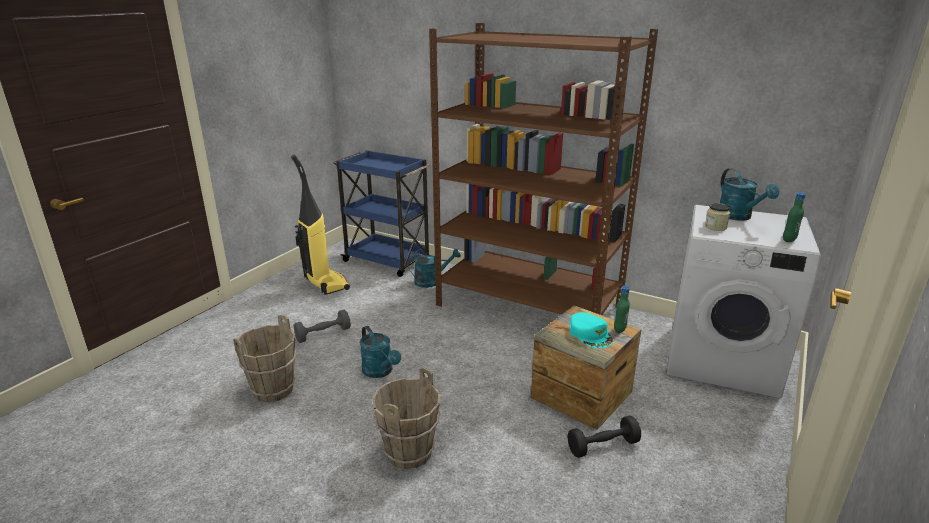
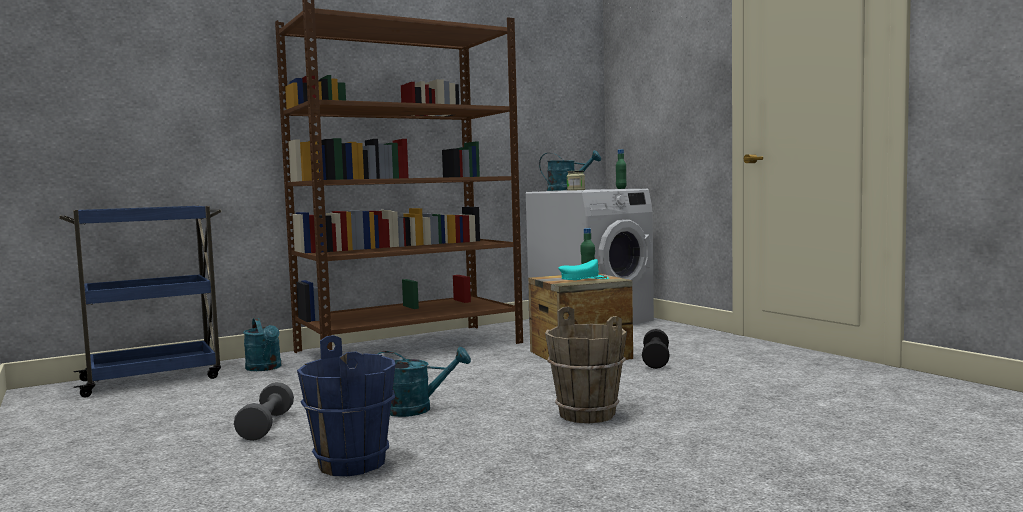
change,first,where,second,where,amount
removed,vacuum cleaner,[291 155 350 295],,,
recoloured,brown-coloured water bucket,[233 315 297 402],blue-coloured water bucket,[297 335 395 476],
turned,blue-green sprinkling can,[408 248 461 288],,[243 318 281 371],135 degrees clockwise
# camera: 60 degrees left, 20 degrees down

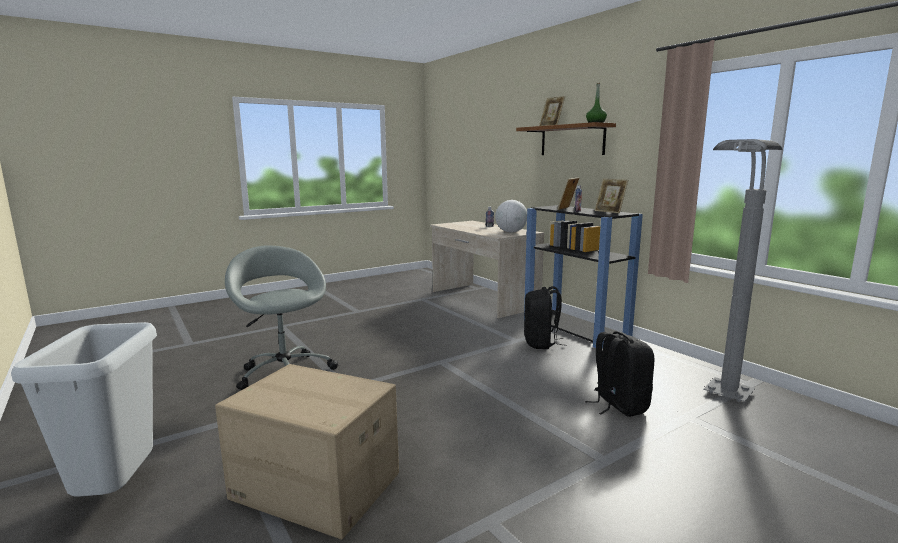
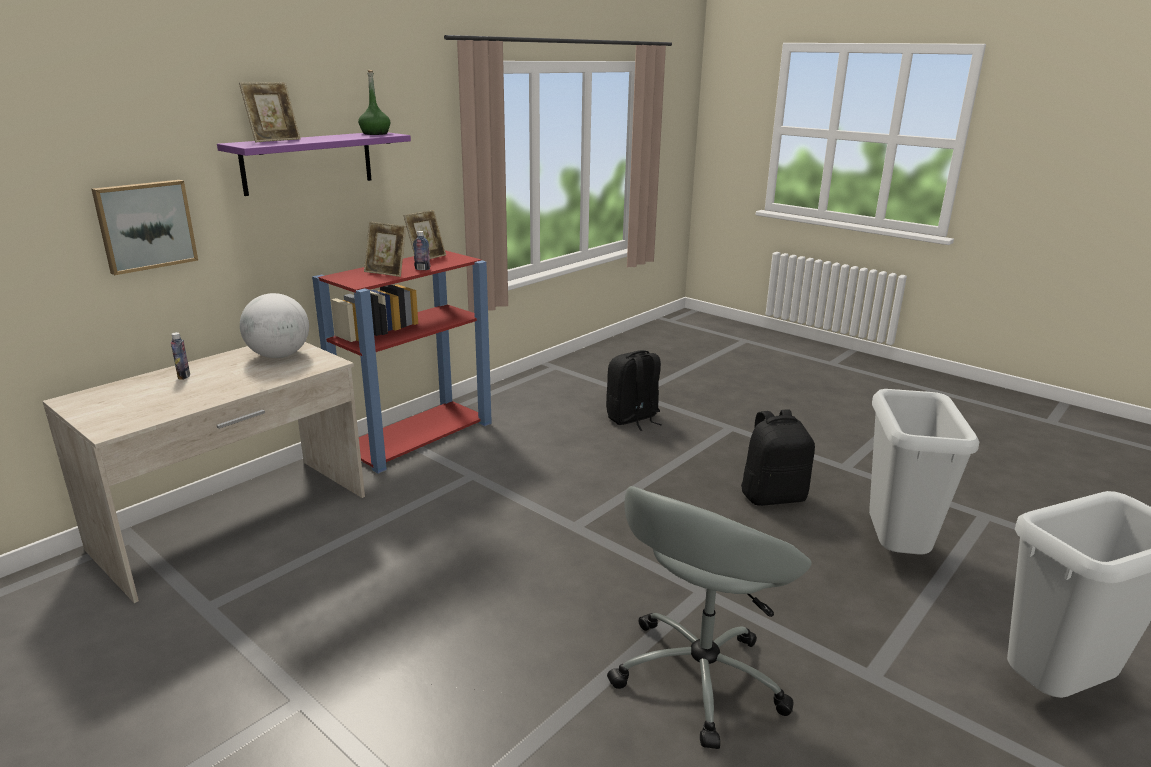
change,first,where,second,where,amount
removed,grey floor lamp,[703 139 783 402],,,
added,,,wall picture,[92 180 198 275],
moved,blackish backpack,[524 286 566 349],,[741 409 815 506],
replaced,cardboard box,[215 364 399 539],grey waste bin,[869 389 979 554],
recoloured,brown-coloured bracket shelf,[516 122 616 155],purplish bracket shelf,[217 132 411 196],
recoloured,blackish bookshelf,[524 205 643 349],red bookshelf,[312 250 492 474],
# camera: 105 degrees left, 10 degrees up

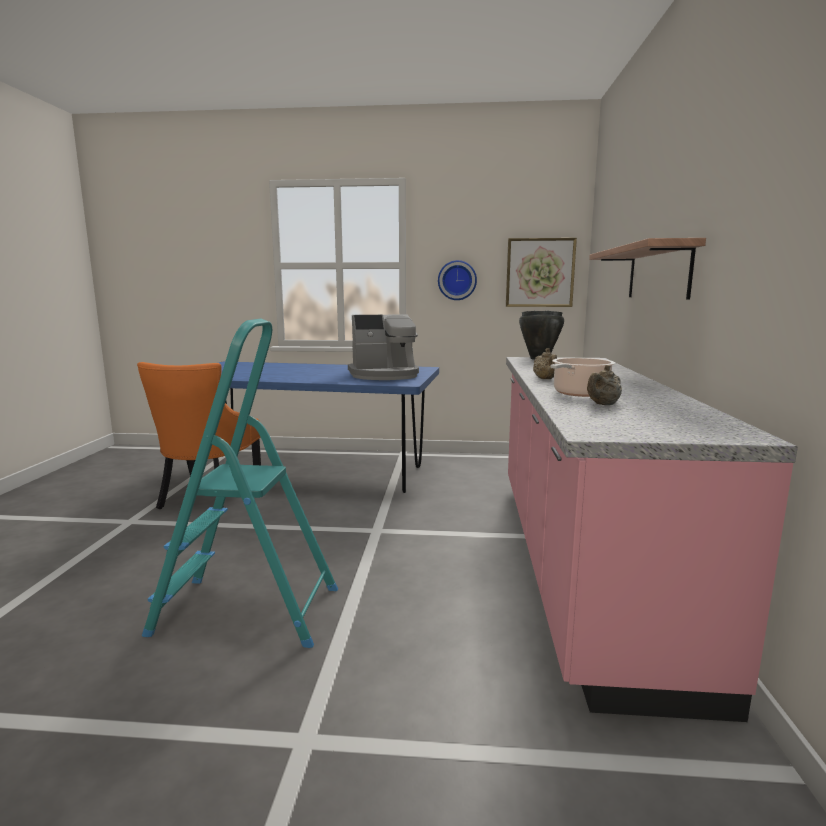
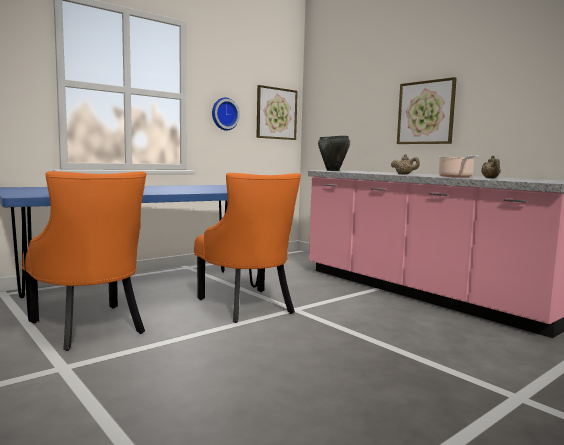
change,first,where,second,where,amount
removed,blue-green stepladder,[142 319 338 648],,,
removed,coffee brewer,[348 314 419 380],,,
added,,,orangey plain chair,[194 173 301 323],
replaced,bracket shelf,[589 238 706 300],wall picture,[397 77 457 144],
# camera: 45 degrees left, 5 degrees down

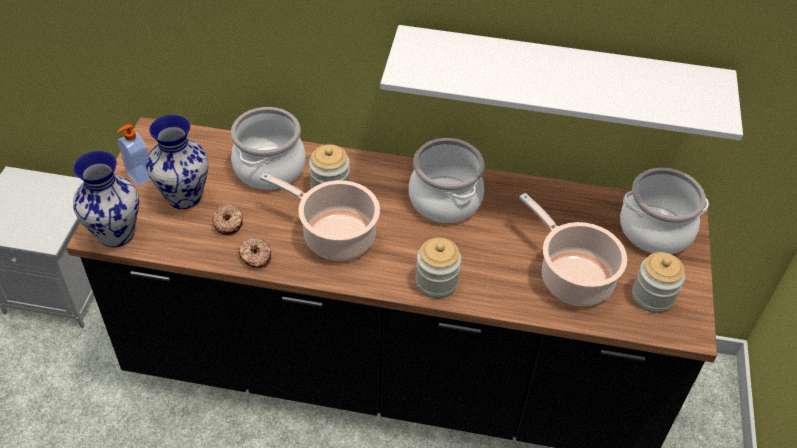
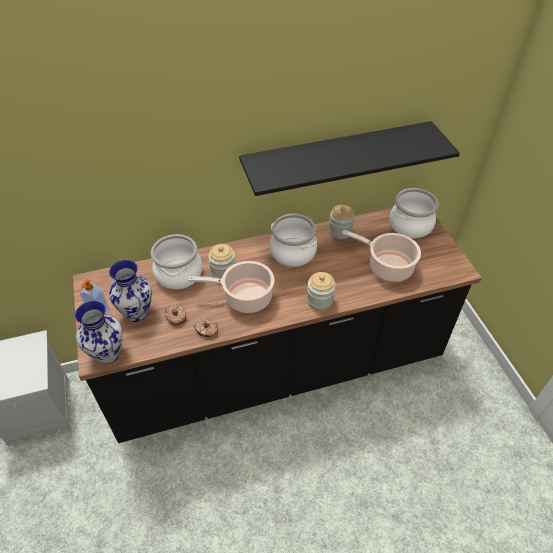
change,first,where,second,where,amount
moved,preserve jar,[632 252 685 313],,[329 205 355 239],
recoloured,white bracket shelf,[380 25 743 141],blackish bracket shelf,[239 121 460 196],
# camera: 25 degrees left, 0 degrees up

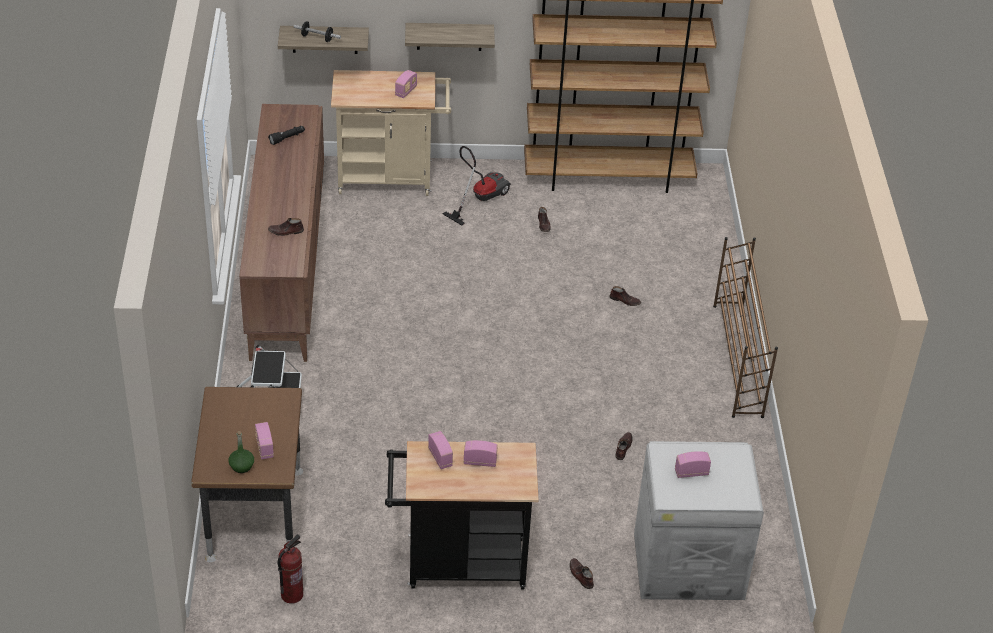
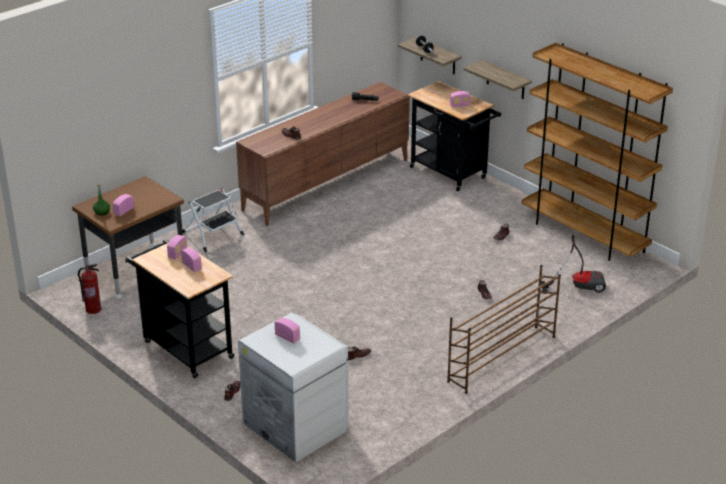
change,first,where,second,where,amount
moved,vacuum cleaner,[443 146 511 226],,[541 235 606 294],
recoloured,sand-coloured wheeled cart,[331 70 451 196],blackish wheeled cart,[408 81 501 191],
# camera: 50 degrees right, 10 degrees down

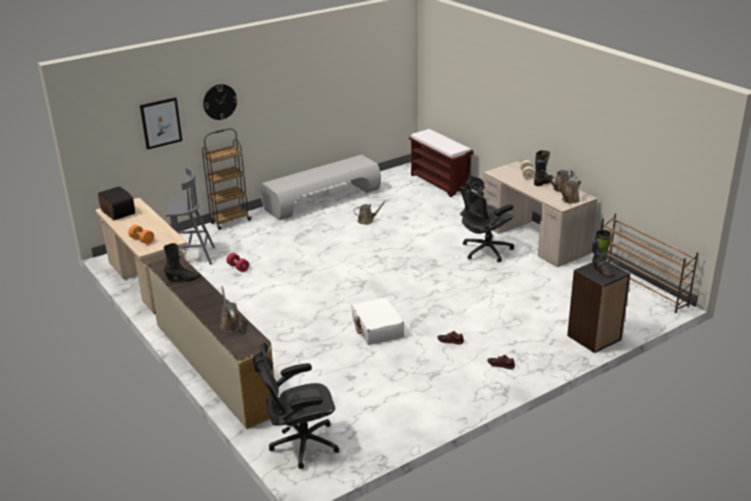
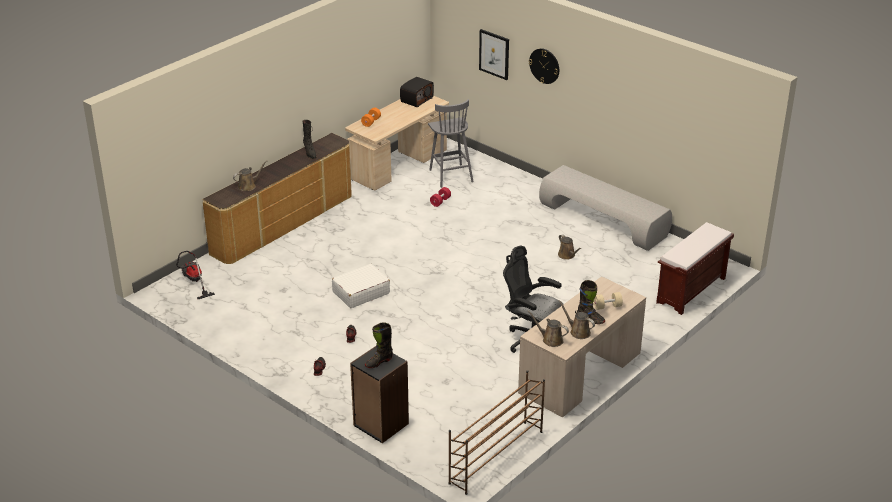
change,first,where,second,where,amount
removed,brown-coloured wheeled cart,[202 128 253 230],,,
replaced,computer chair,[253 343 339 469],vacuum cleaner,[176 251 215 299],
# camera: 75 degrees right, 5 degrees up

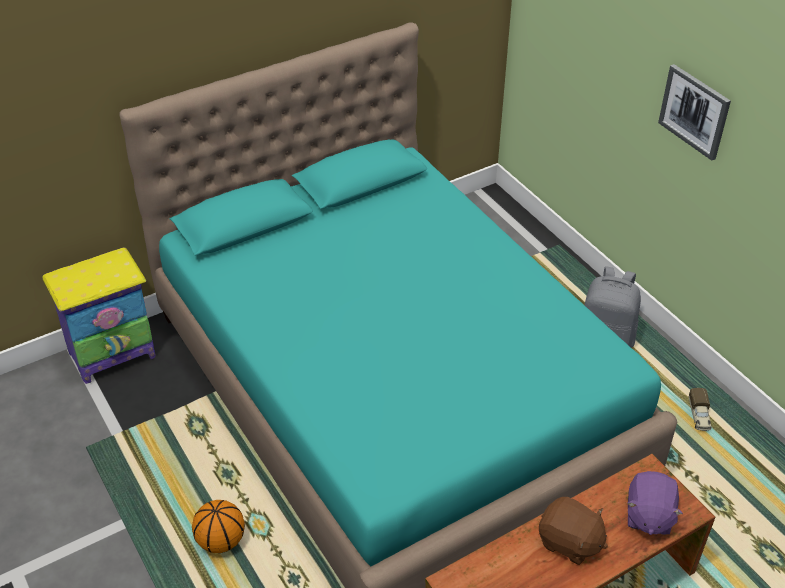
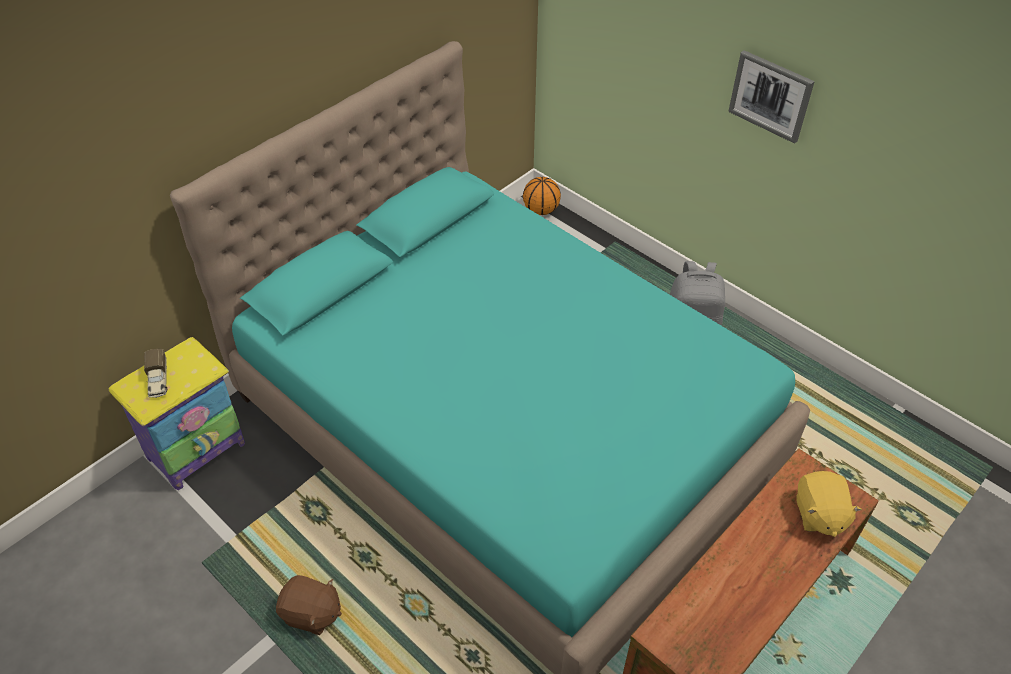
change,first,where,second,where,amount
moved,basketball,[192 500 245 553],,[523 177 561 215],
moved,brown-coloured soft toy,[539 497 608 565],,[276 575 342 635],
moved,model truck,[689 388 711 431],,[144 349 167 398],
recoloured,purplish soft toy,[627 471 683 535],yellow-coloured soft toy,[796 471 862 537],
# camera: 15 degrees left, 5 degrees up

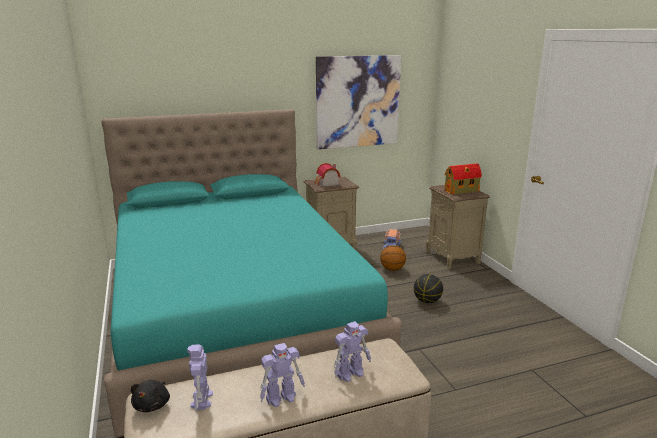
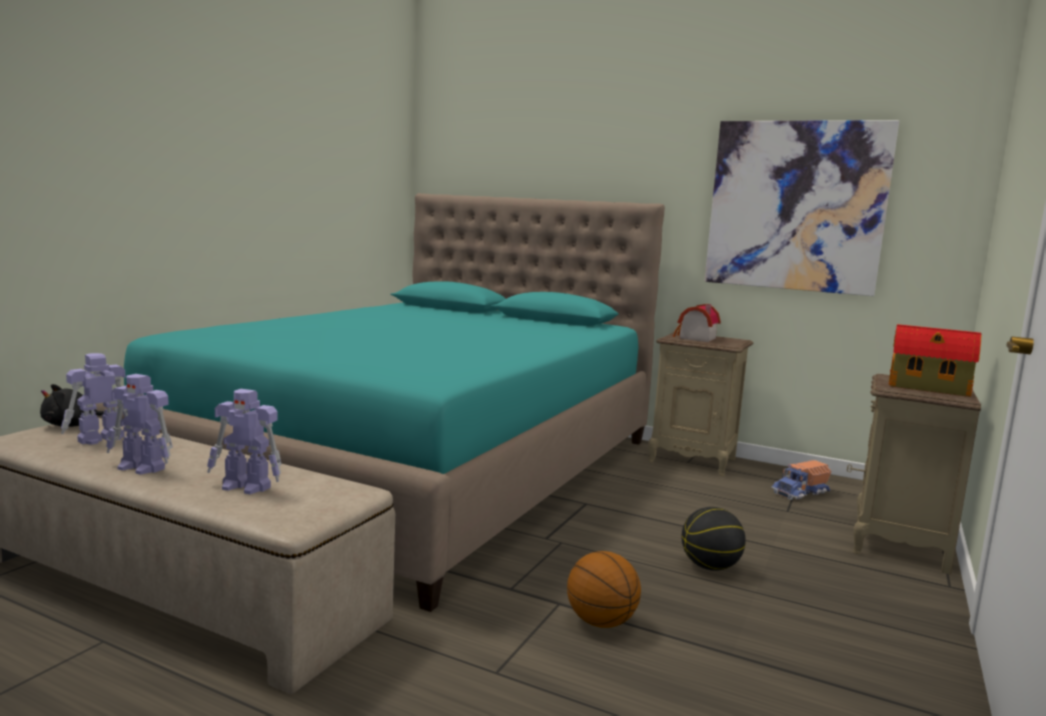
change,first,where,second,where,amount
moved,basketball,[380 245 406 271],,[567 551 641 628],
# camera: 45 degrees right, 10 degrees down

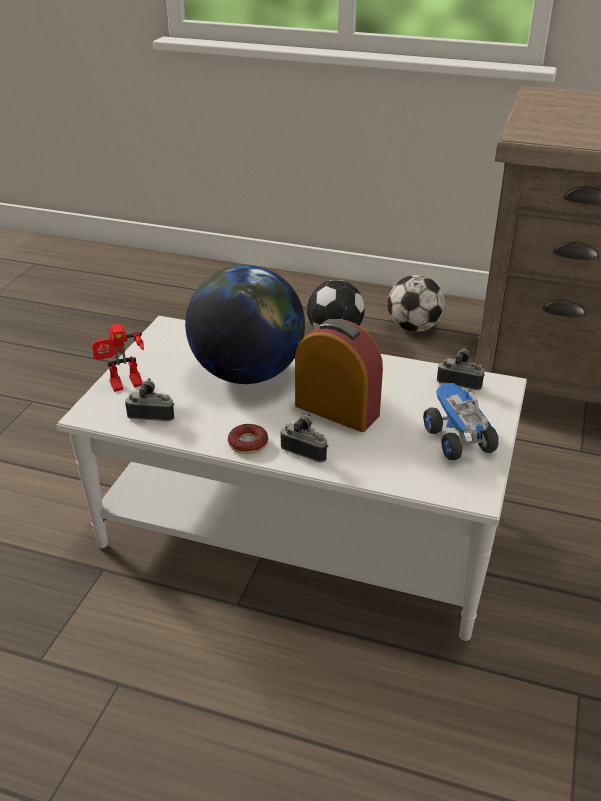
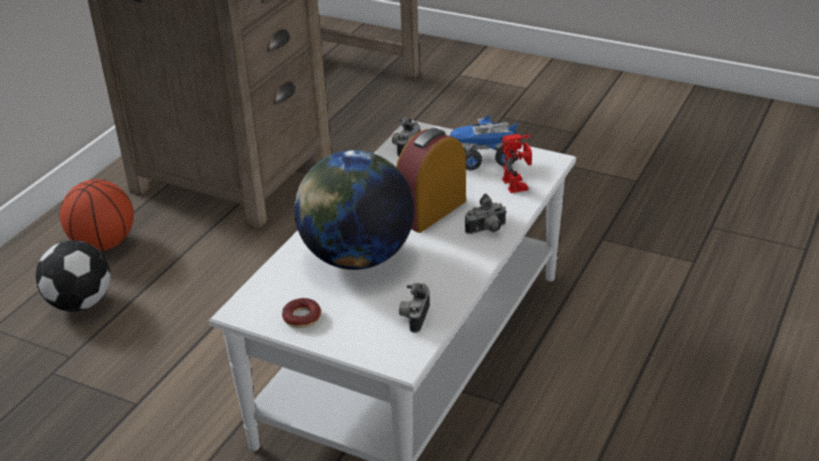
change,first,where,second,where,amount
moved,model robot,[92 323 144 392],,[501 134 532 193],
moved,ring doughnut,[228 424 268 454],,[282 298 321 328],
replaced,football,[387 275 445 332],basketball,[60 179 134 251],
turned,still camera,[281 413 328 462],,[465 194 507 234],150 degrees counterclockwise
# camera: 80 degrees left, 0 degrees up

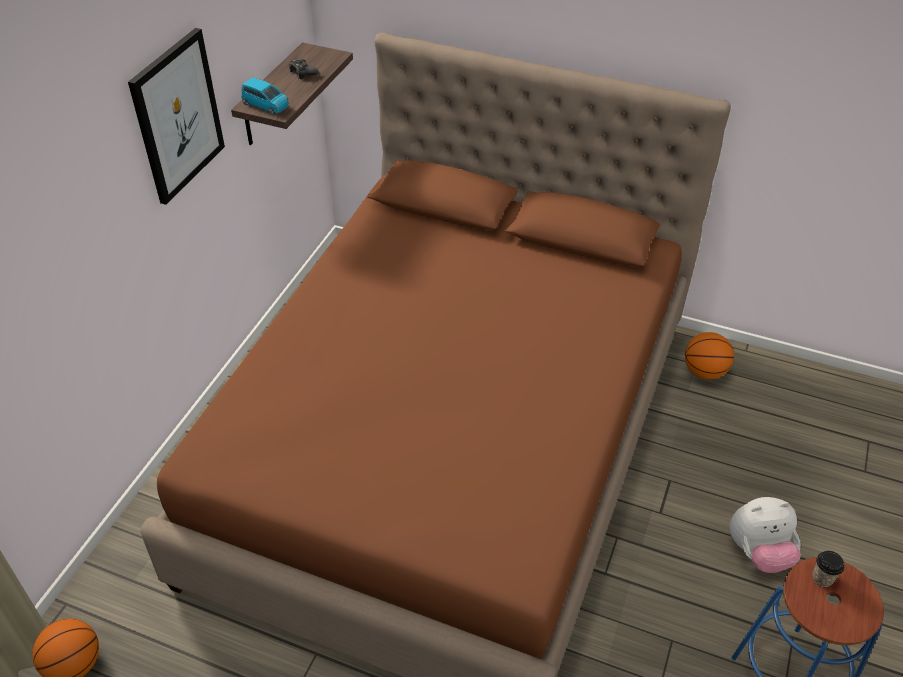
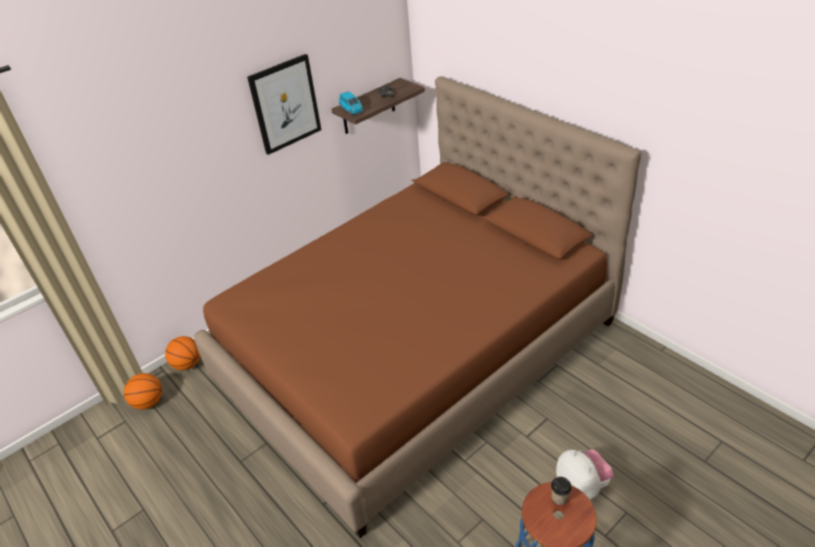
change,first,where,second,where,amount
moved,basketball,[685 332 734 379],,[165 336 200 370],
turned,soft toy,[730 497 801 573],,[556 449 614 500],135 degrees counterclockwise
# camera: 30 degrees right, 5 degrees down

